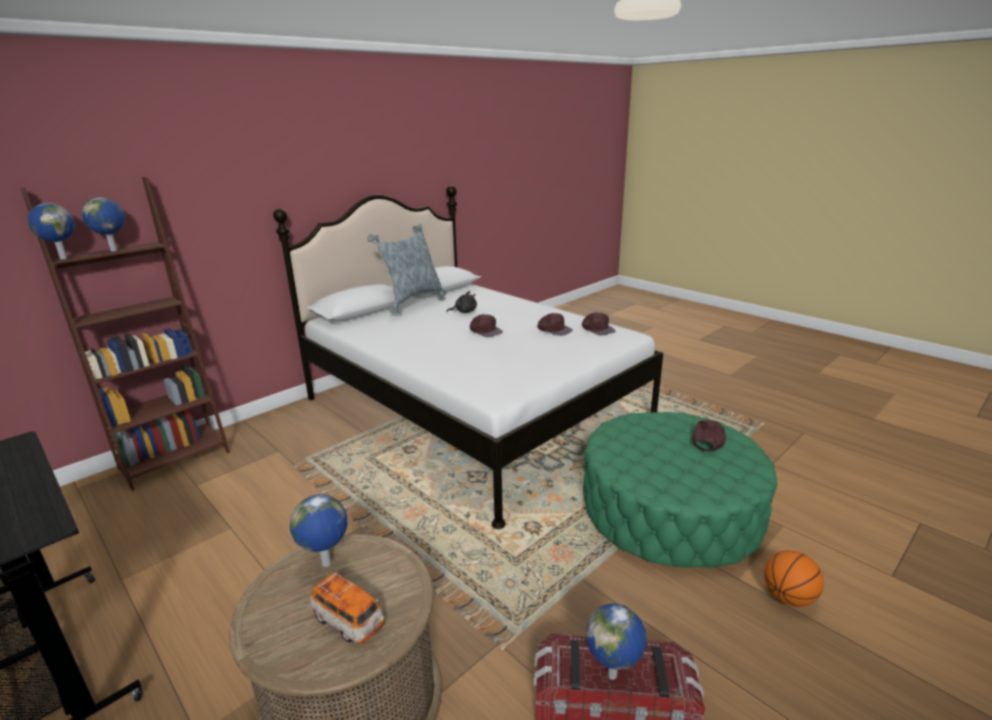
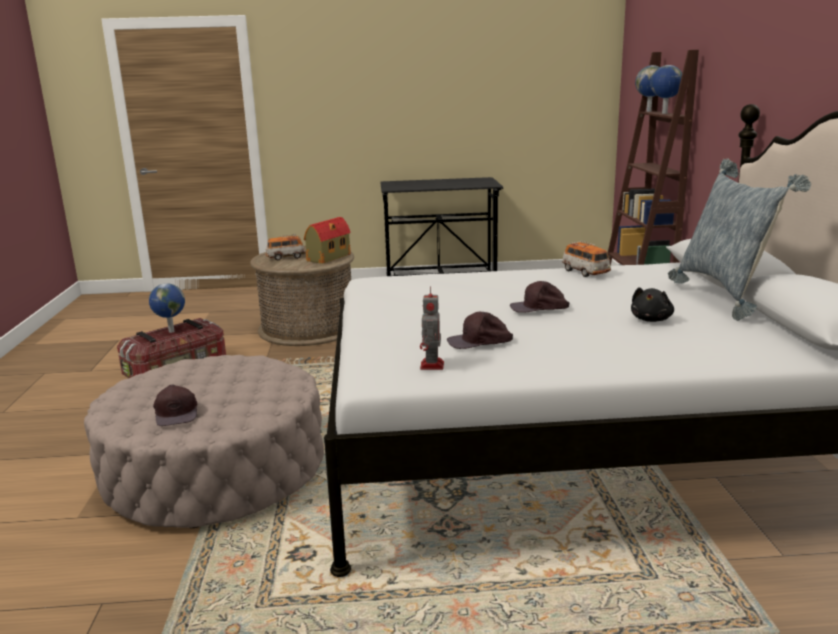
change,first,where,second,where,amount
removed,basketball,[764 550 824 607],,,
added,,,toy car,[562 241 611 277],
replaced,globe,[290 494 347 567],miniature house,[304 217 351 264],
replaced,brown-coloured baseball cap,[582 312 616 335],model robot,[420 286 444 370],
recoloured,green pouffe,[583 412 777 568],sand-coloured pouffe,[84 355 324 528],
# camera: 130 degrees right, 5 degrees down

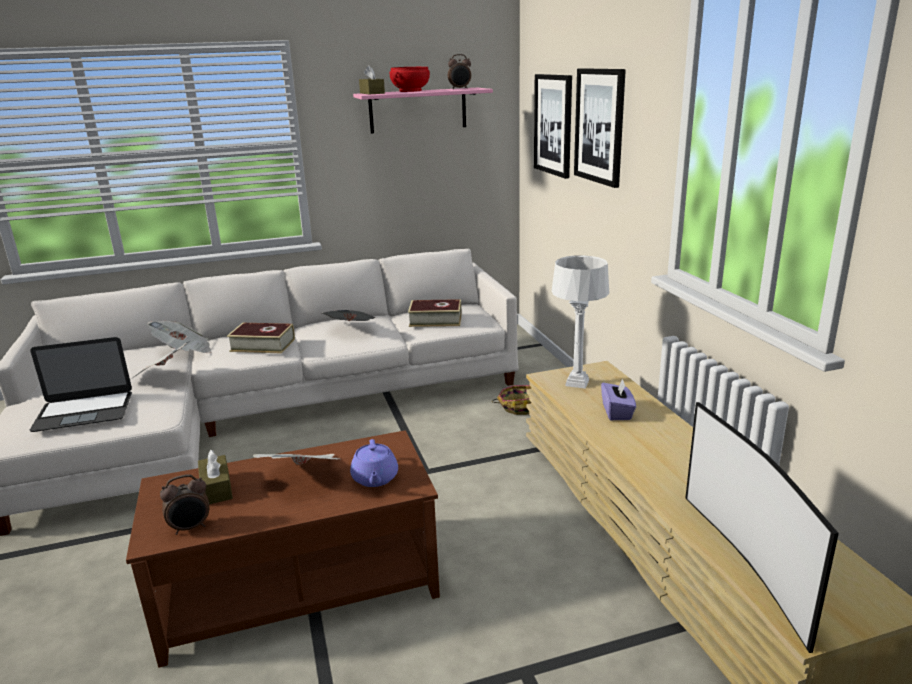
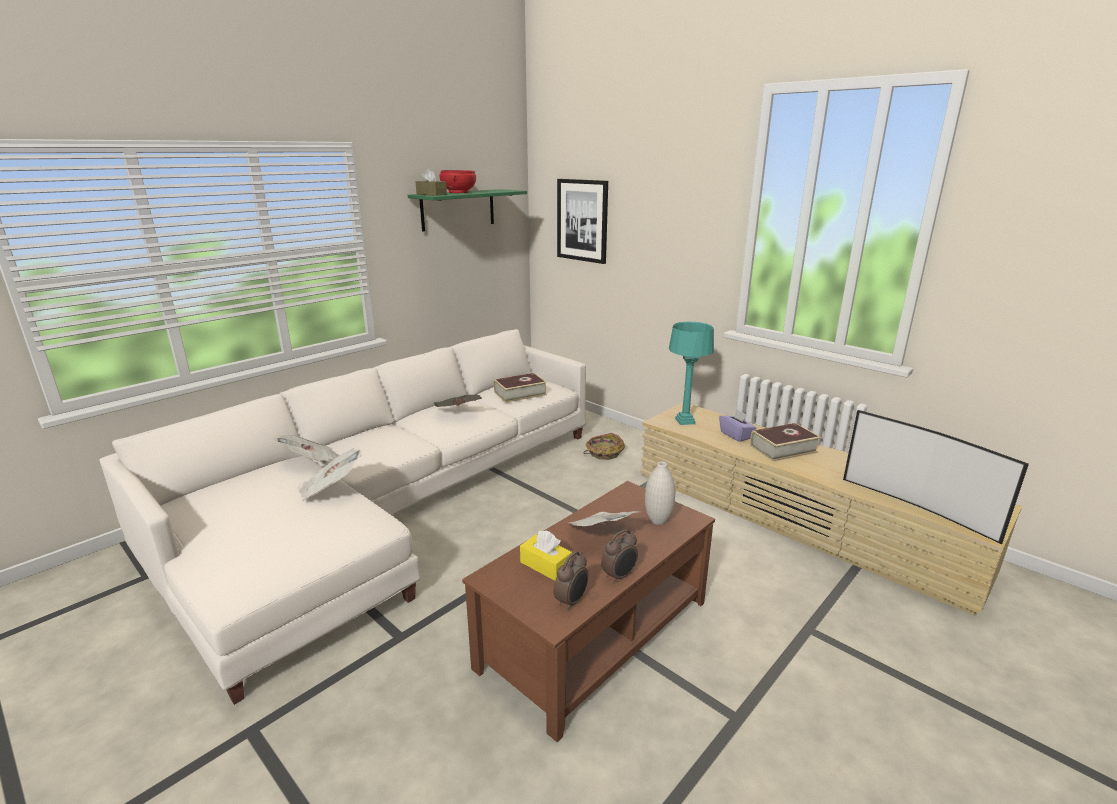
change,first,where,second,where,amount
removed,laptop,[30 337 132 432],,,
removed,wall picture,[574 68 626 188],,,
moved,volume,[227 323 295 353],,[750 423 821 462],
moved,table clock,[448 54 471 89],,[601 529 638 584],
replaced,purplish tea pot,[350 439 398 487],white vase,[645 462 675 525],
recoloured,brown-coloured tissue box,[198 450 233 504],yellow-coloured tissue box,[520 530 572 581],
recoloured,pinkish bracket shelf,[353 88 493 133],green bracket shelf,[408 189 527 232],
recoloured,white lamp for a table,[552 255 609 389],blue-green lamp for a table,[669 322 714 425],
# camera: 30 degrees left, 0 degrees up

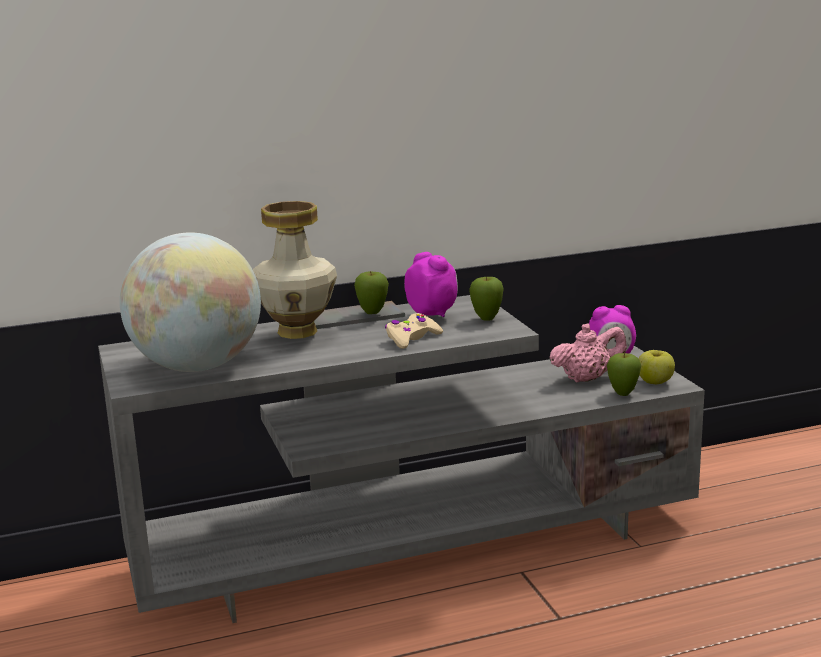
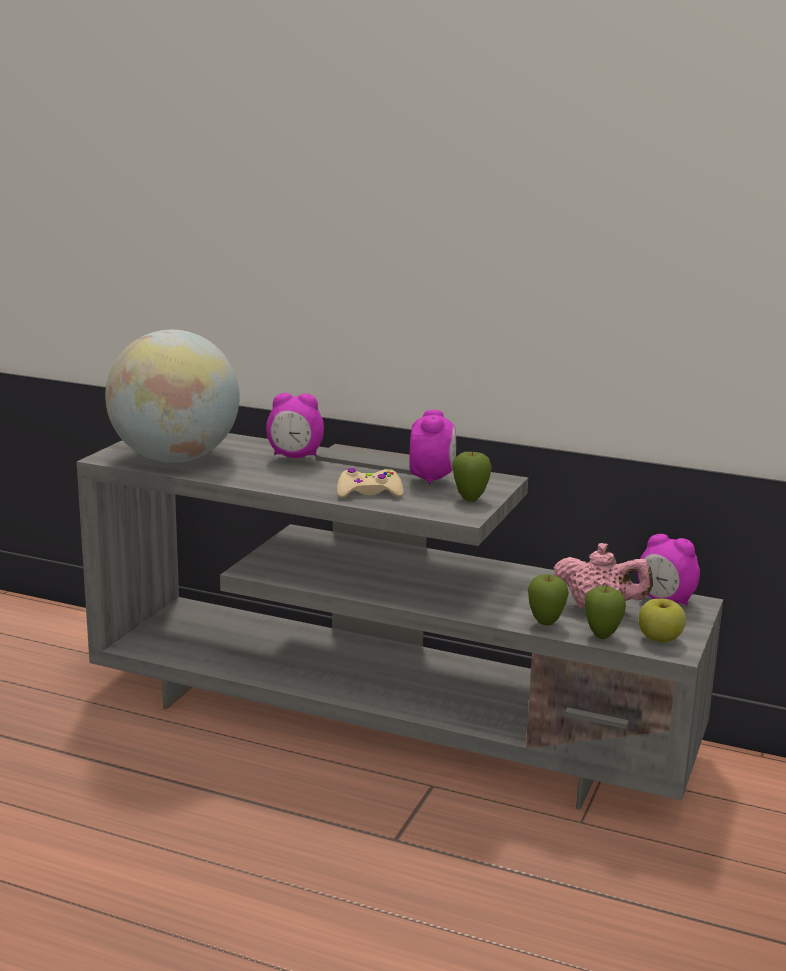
change,first,where,second,where,amount
moved,apple,[354 271 389 314],,[528 574 569 625],
replaced,vase,[253 201 337 339],table clock,[266 393 324 458],
# camera: 40 degrees right, 0 degrees up

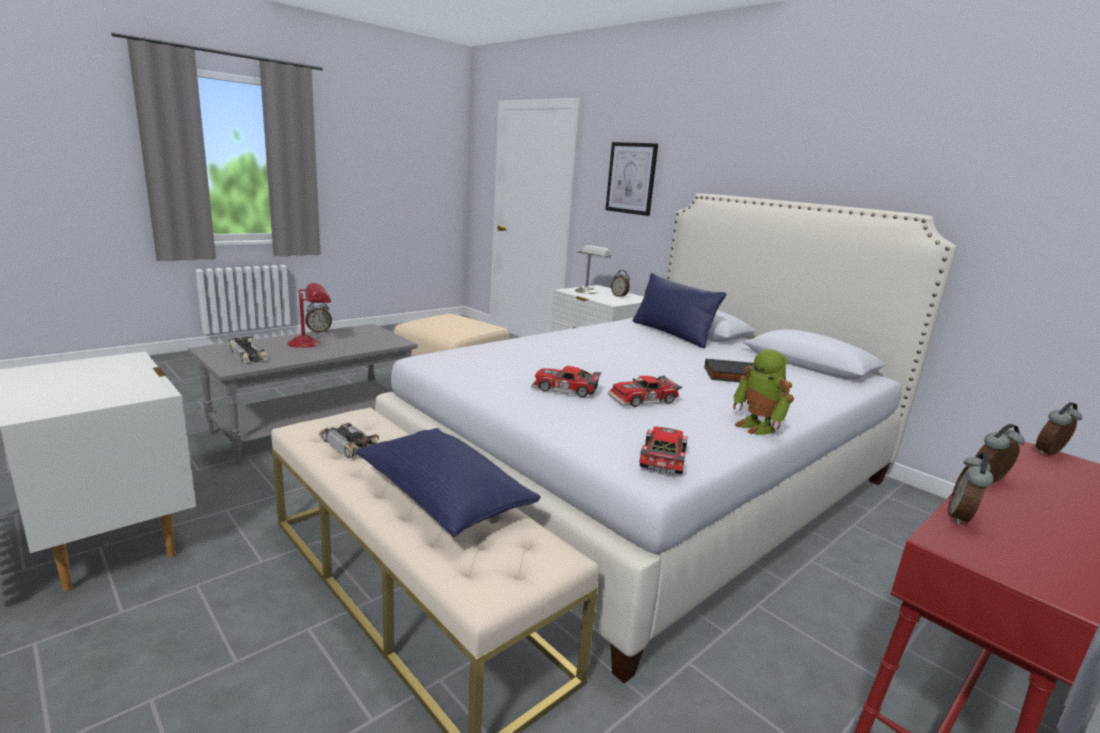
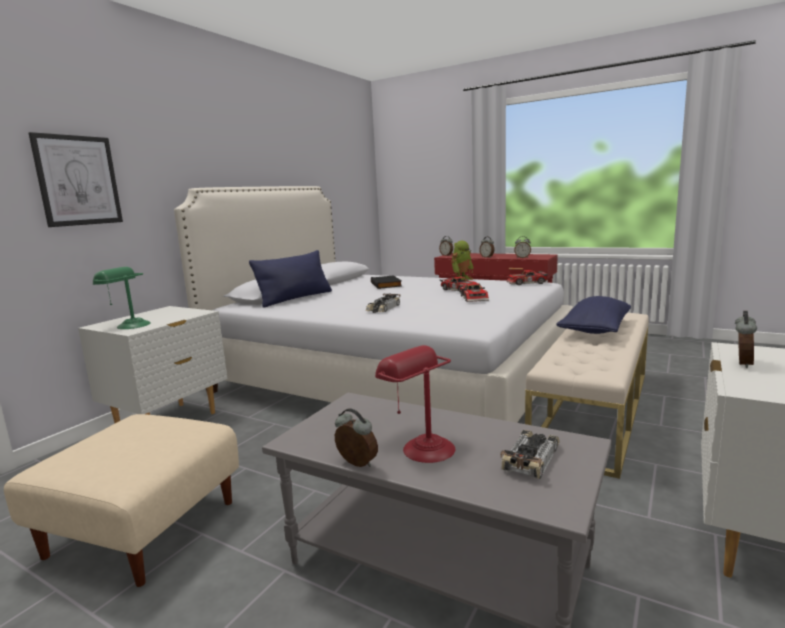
change,first,where,second,where,amount
moved,toy car,[319 423 379 458],,[366 294 400 313],
moved,table clock,[611 270 630 298],,[735 311 757 368],
recoloured,white lamp for a table,[575 245 611 294],green lamp for a table,[93 267 151 329],
# camera: 105 degrees left, 5 degrees down

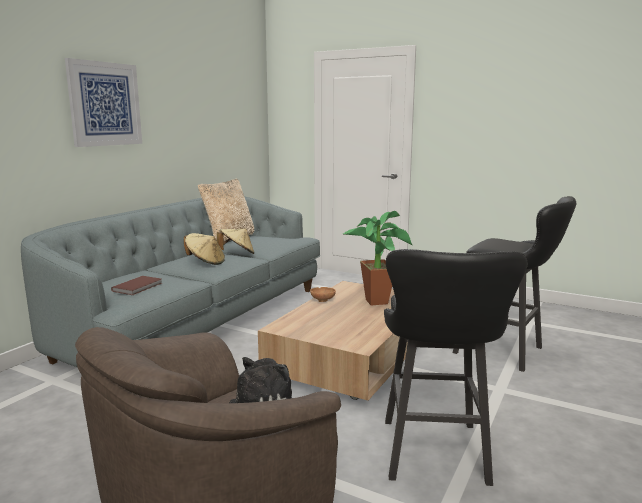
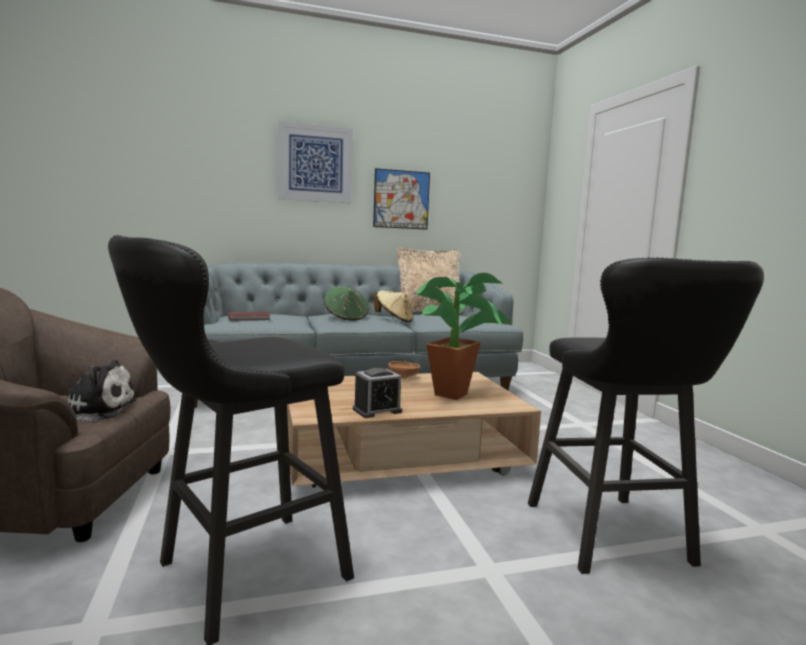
change,first,where,second,where,amount
added,,,table clock,[353 368 402 418],
added,,,wall picture,[373 168 430 230],
recoloured,sand-coloured hat,[184 233 225 265],green hat,[324 287 369 321],
# camera: 45 degrees right, 5 degrees down

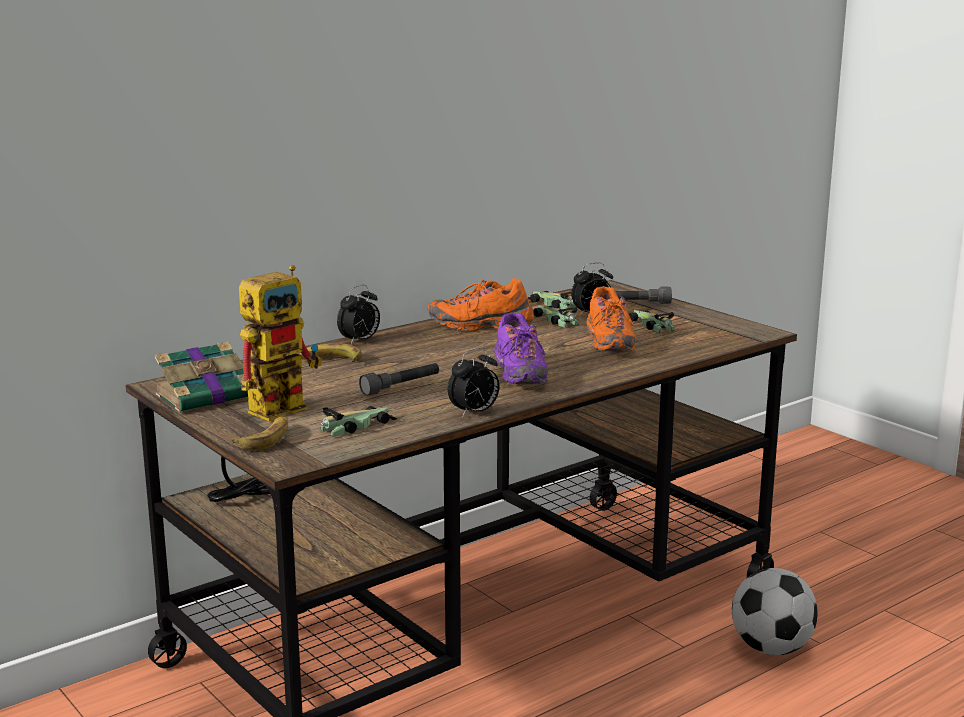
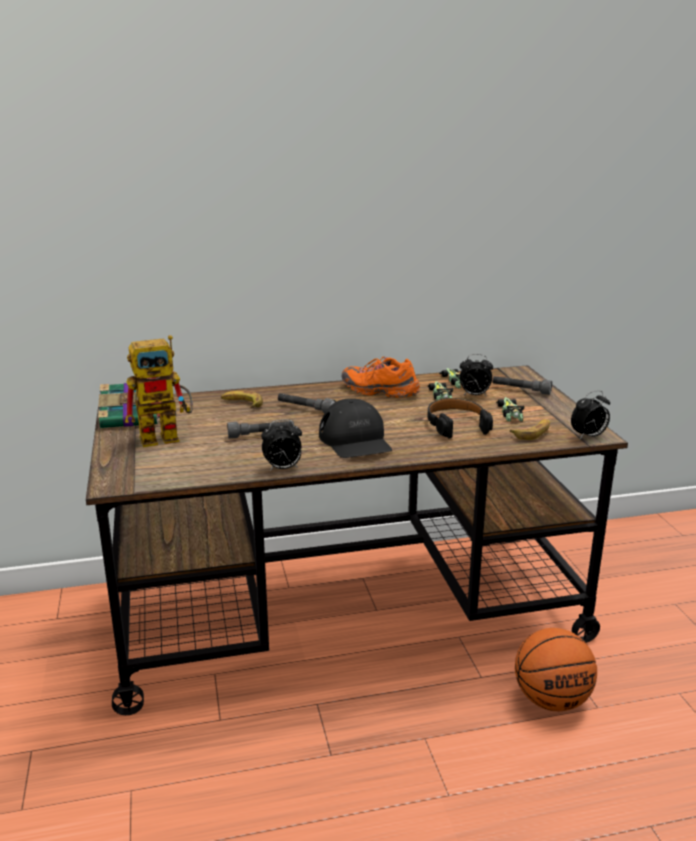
change,first,where,second,where,amount
removed,toy car,[321 406 397 437],,,
added,,,grey flashlight,[278 393 336 413],
moved,banana,[232 417 288 450],,[510 419 550 440],
moved,table clock,[337 285 380 345],,[571 390 610 439],
replaced,purplish low shoe,[494 312 548 384],blackish baseball cap,[319 398 392 458],
replaced,orangey low shoe,[587 286 635 352],blackish headset,[427 398 493 438],
replaced,football,[732 568 818 655],basketball,[515 628 597 711],
# camera: 25 degrees right, 5 degrees up

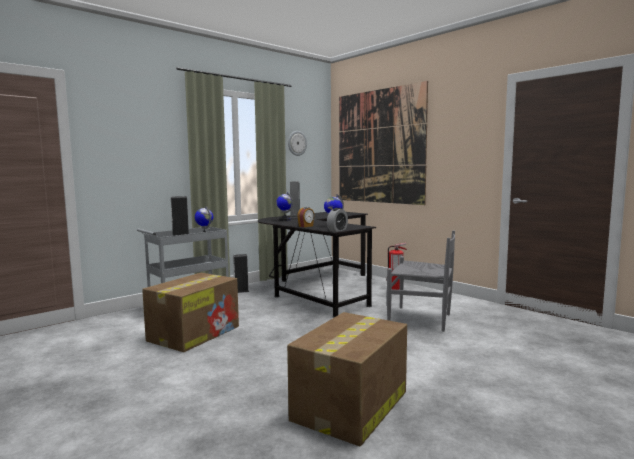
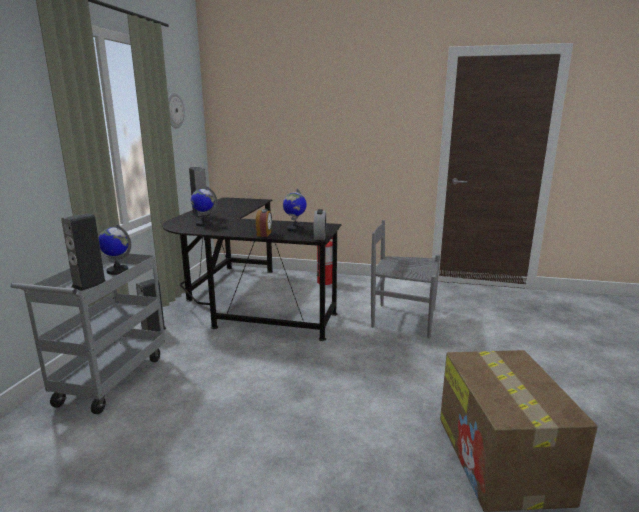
change,first,where,second,where,amount
removed,cardboard box,[142 273 239 352],,,
removed,wall picture,[339 81 428 205],,,
turned,grey plain chair,[387 230 455 332],,[371 220 440 338],150 degrees counterclockwise
# camera: 35 degrees left, 10 degrees up

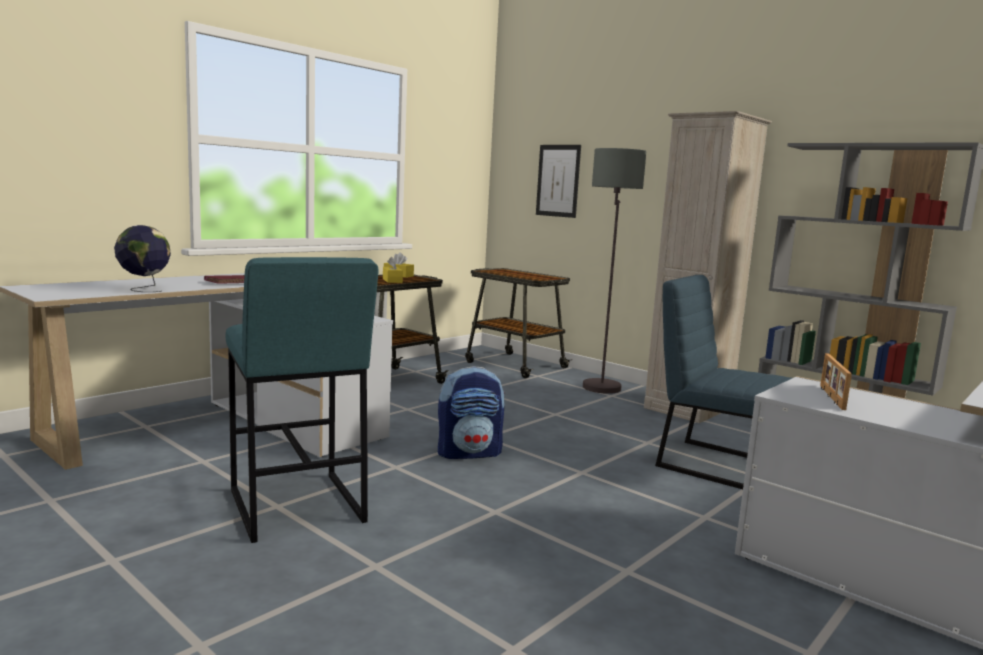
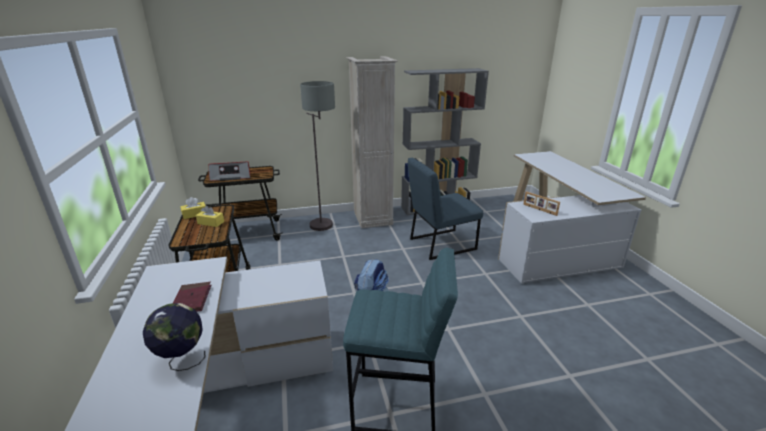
change,first,where,second,where,amount
removed,wall picture,[536 145 581 218],,,
added,,,radio set,[209 162 251 181],
# camera: 55 degrees left, 15 degrees up

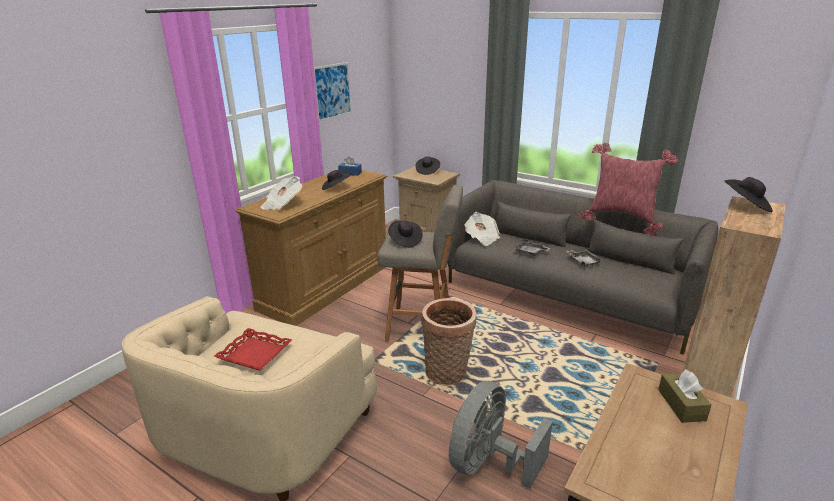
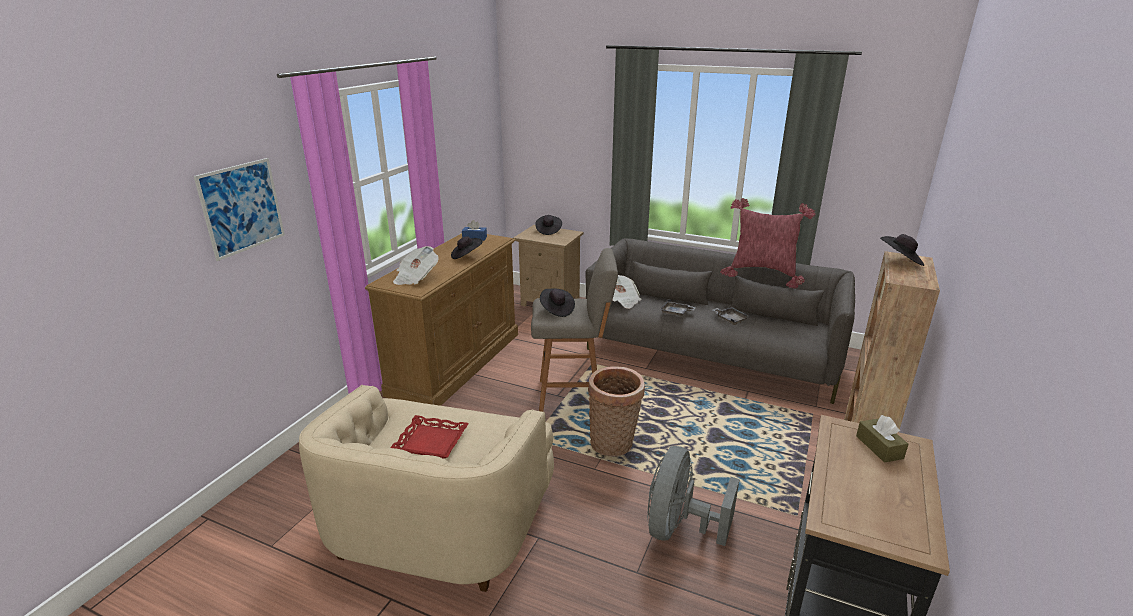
change,first,where,second,where,amount
moved,wall picture,[314 62 352 122],,[194 158 285 261],
# camera: 10 degrees left, 0 degrees up

